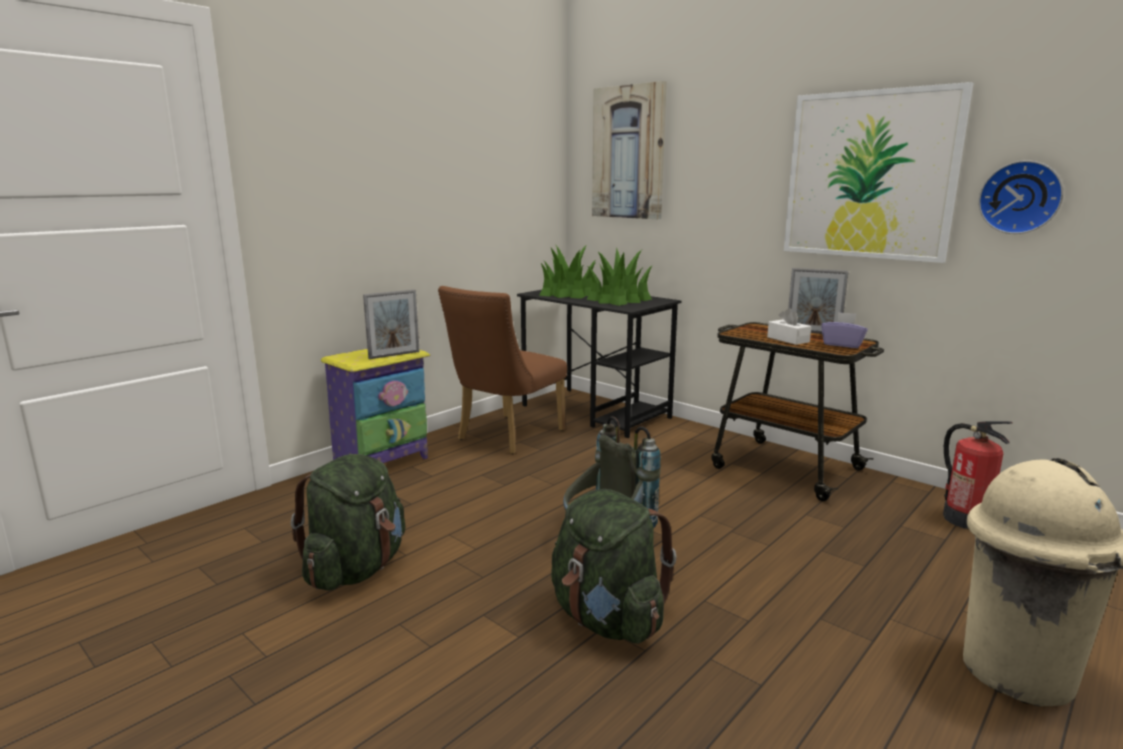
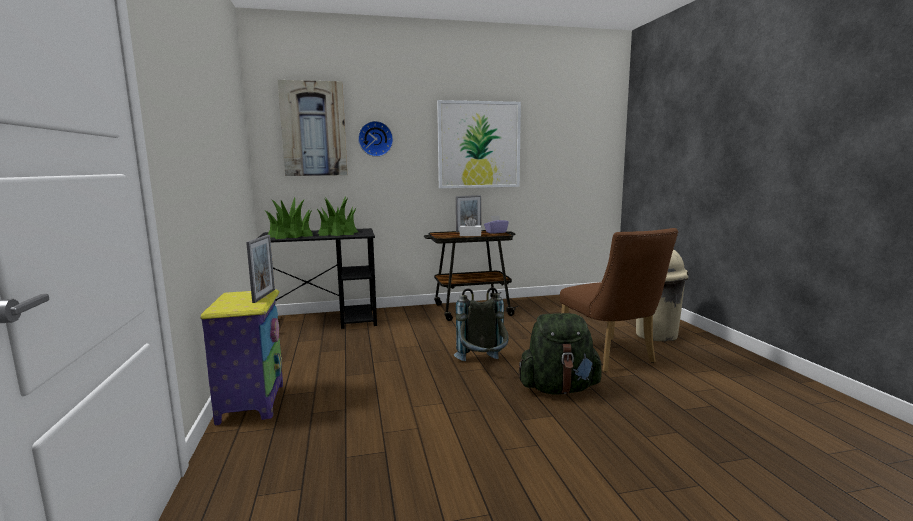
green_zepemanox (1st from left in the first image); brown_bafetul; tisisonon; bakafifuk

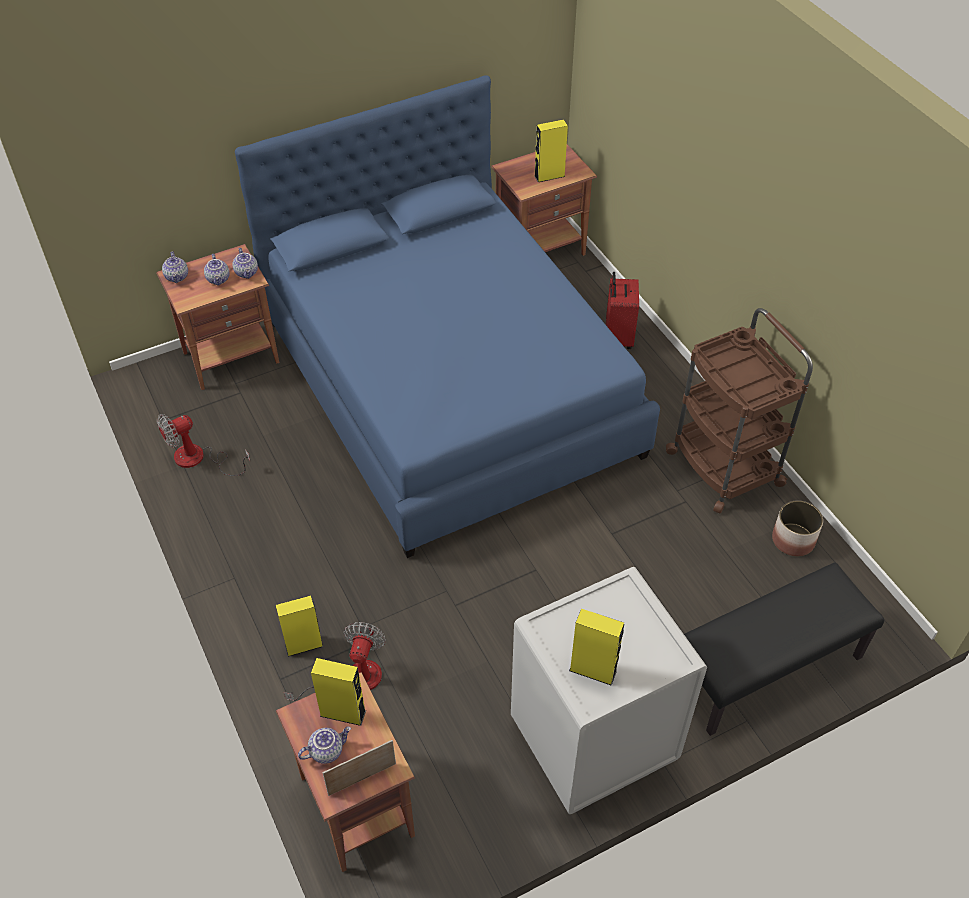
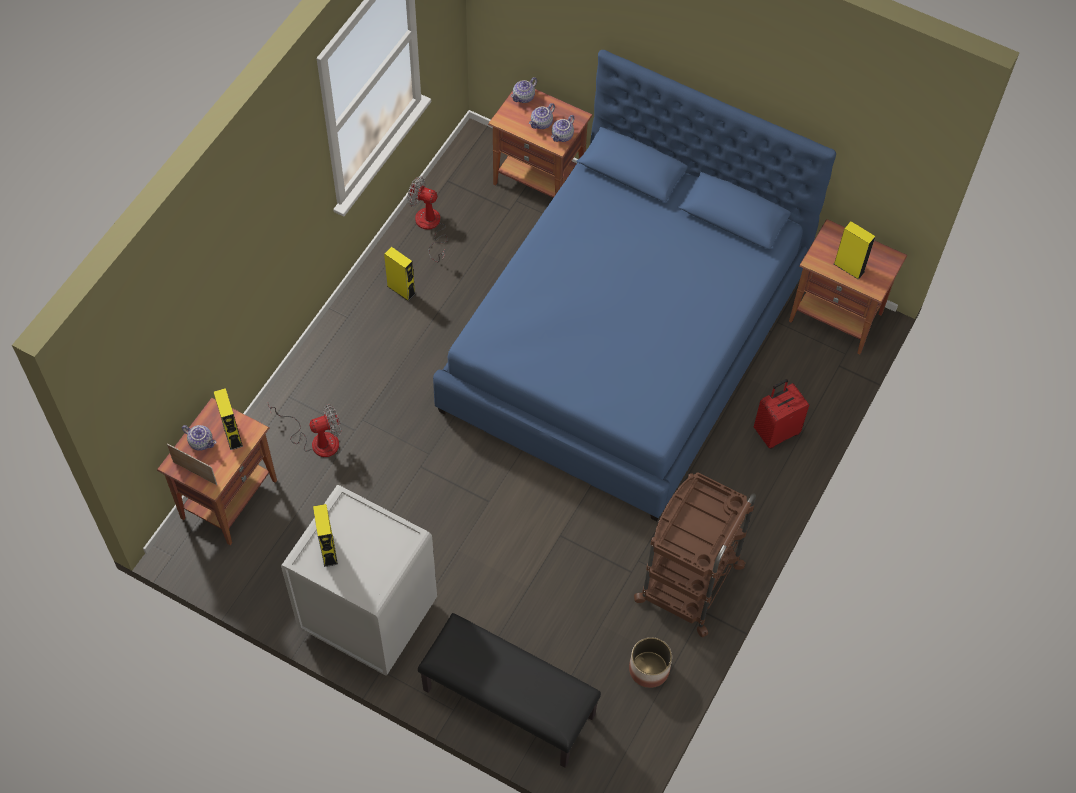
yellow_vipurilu (3rd from left)

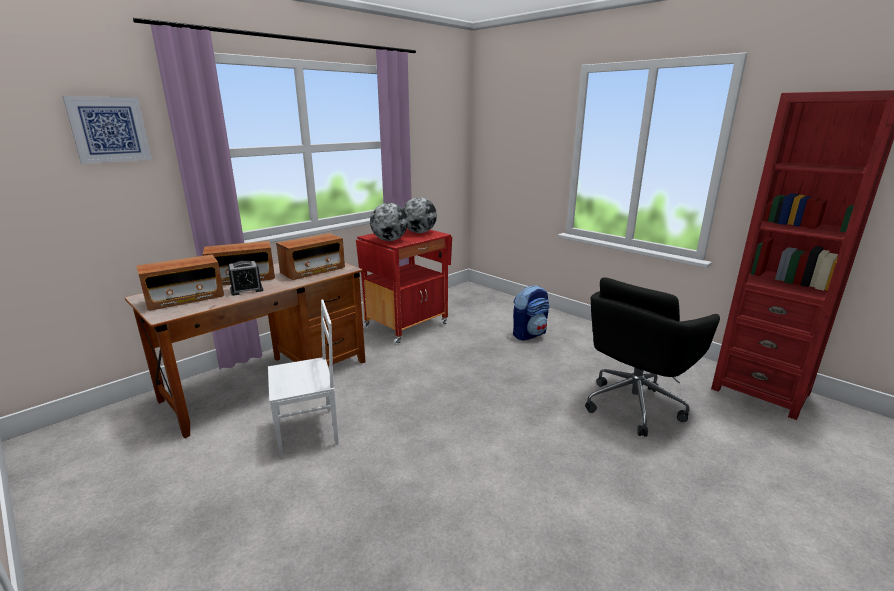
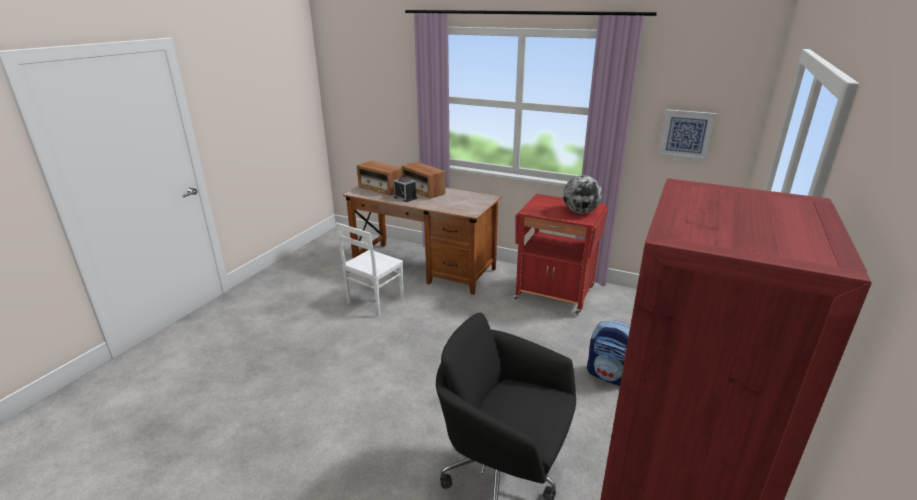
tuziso; white_bafetul; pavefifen (3rd from left in the first image); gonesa (1st from left in the first image)

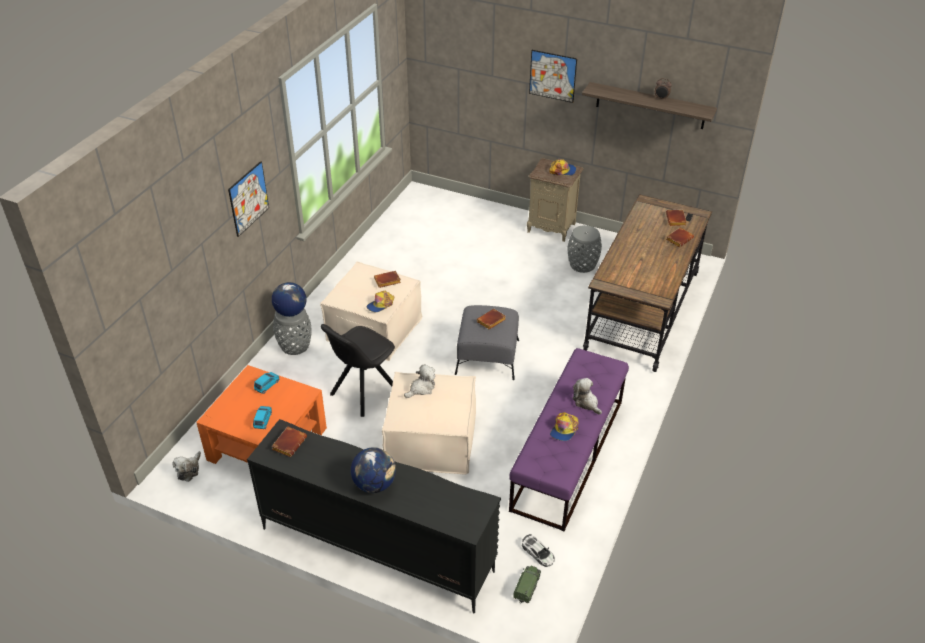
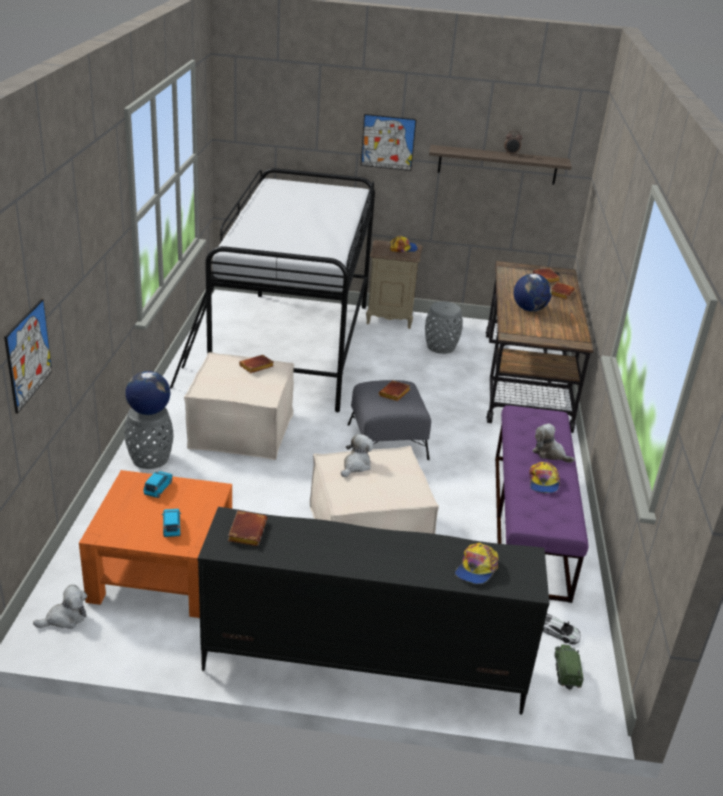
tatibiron (1st from left); tuziso (1st from left); black_bafetul; gonesa (2nd from left); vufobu (2nd from left); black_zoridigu

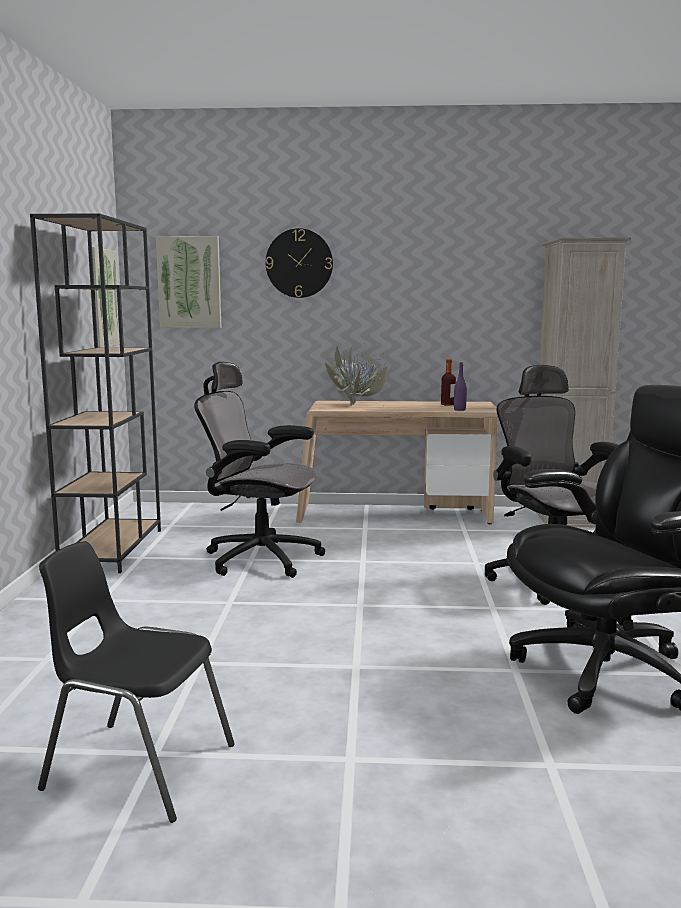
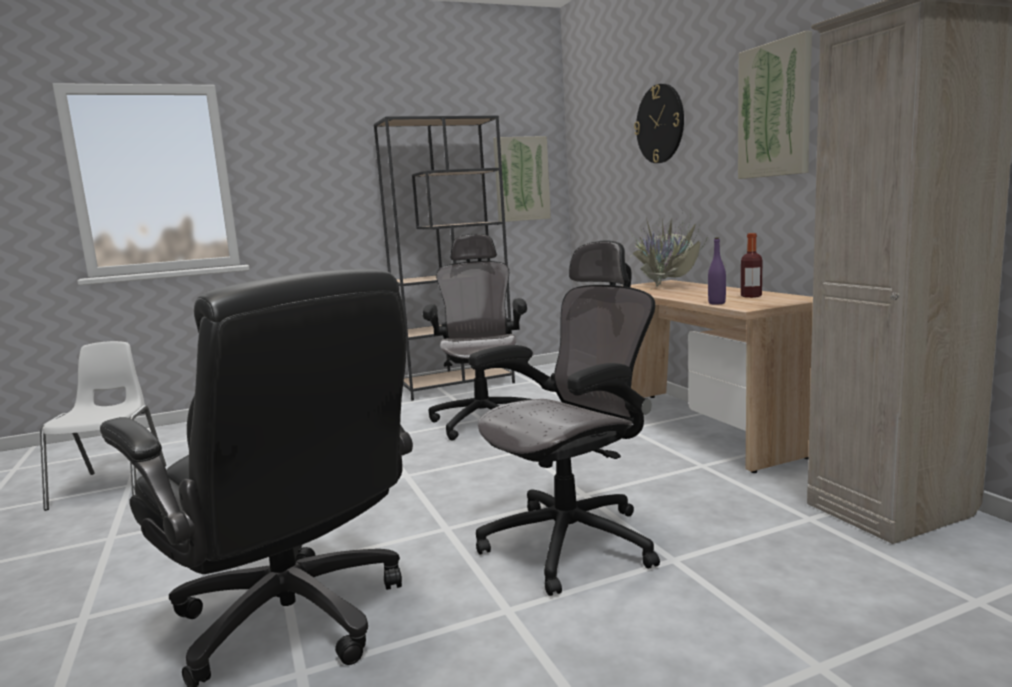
white_bafetul; tuziso (2nd from left)

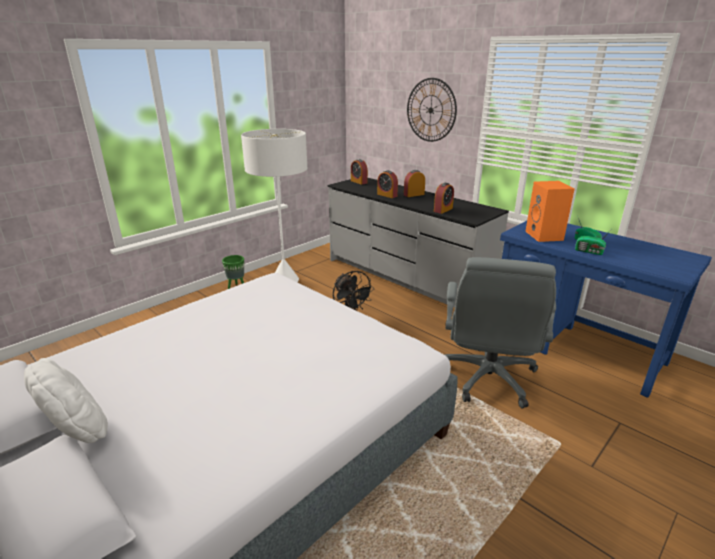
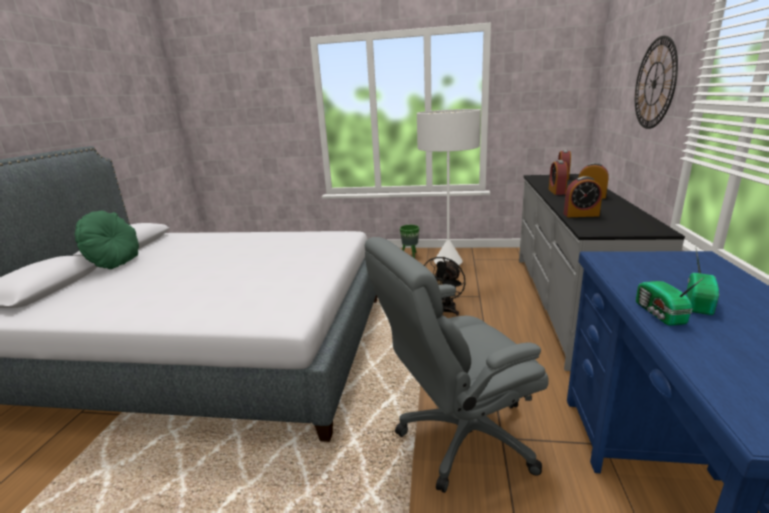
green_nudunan; orange_vipurilu

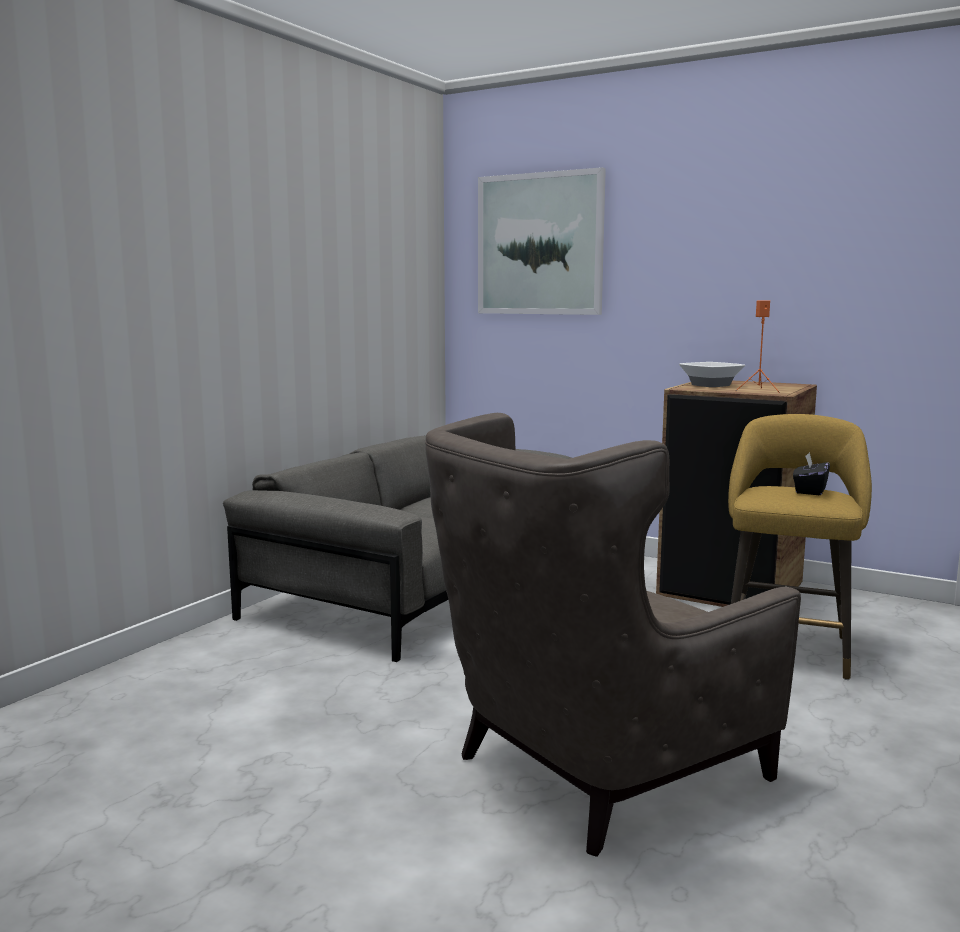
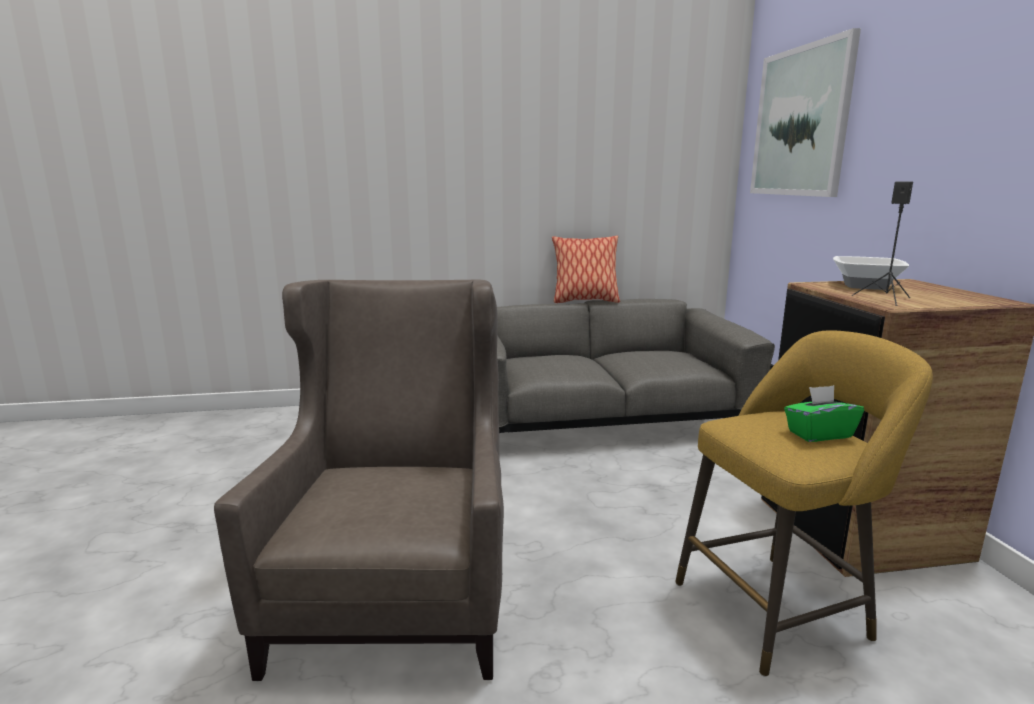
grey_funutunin; black_vipurilu; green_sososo; nudunan

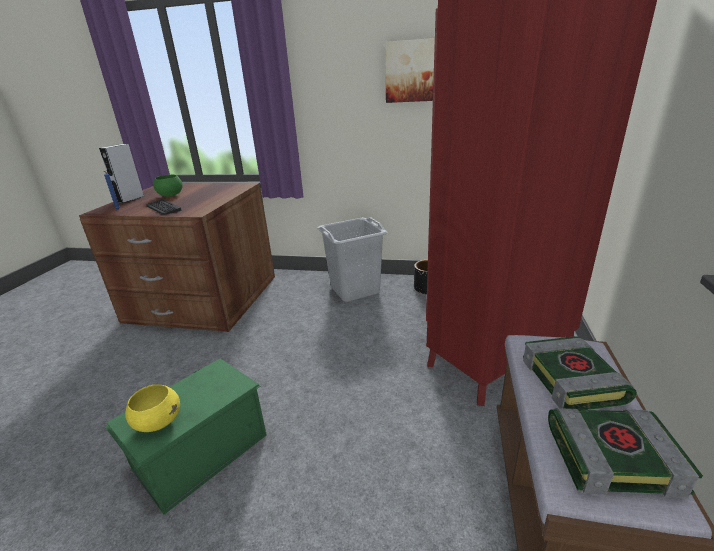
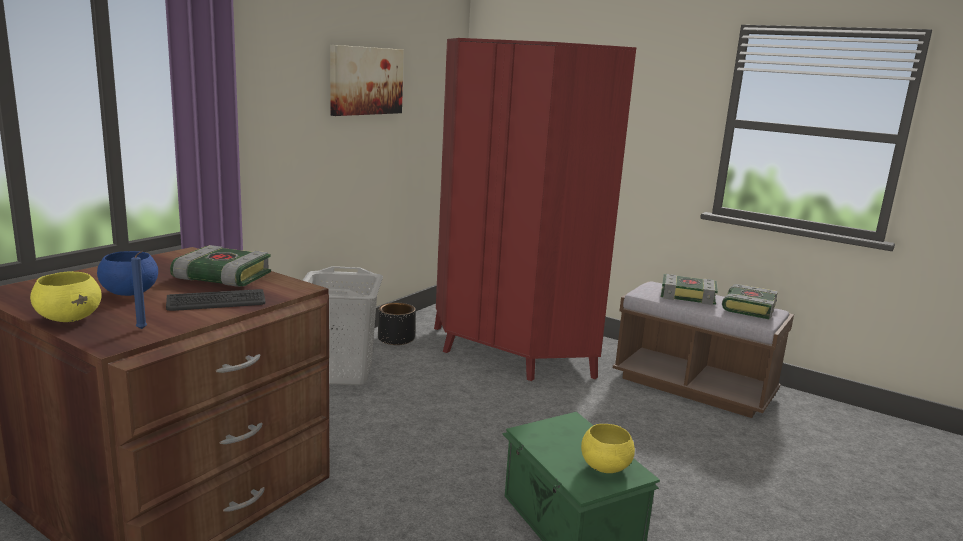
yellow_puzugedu (1st from left); blue_puzugedu; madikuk (1st from left)

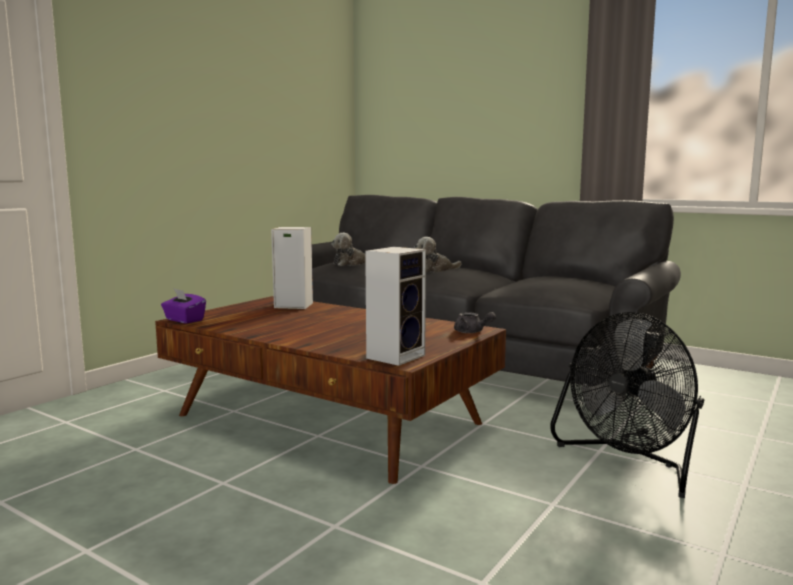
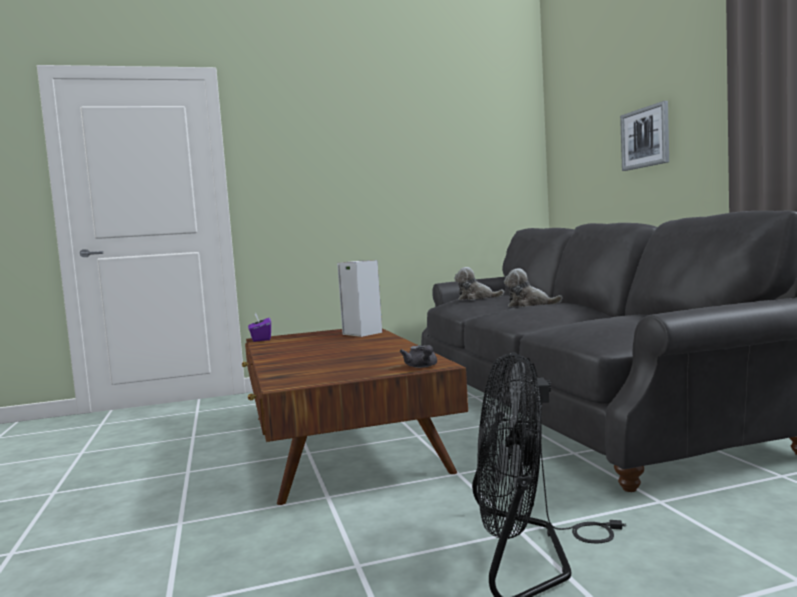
vipurilu (2nd from left in the first image); tuziso

